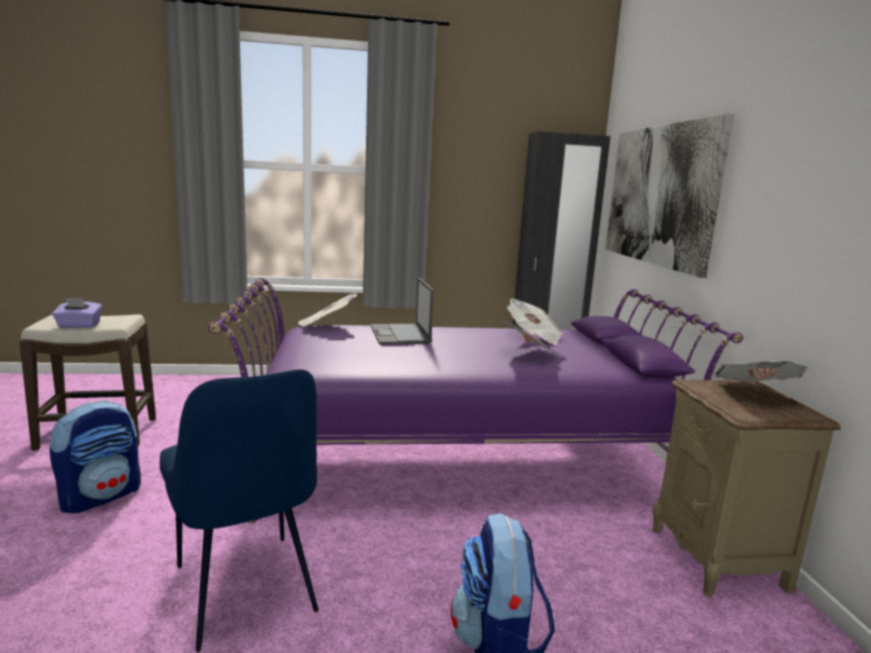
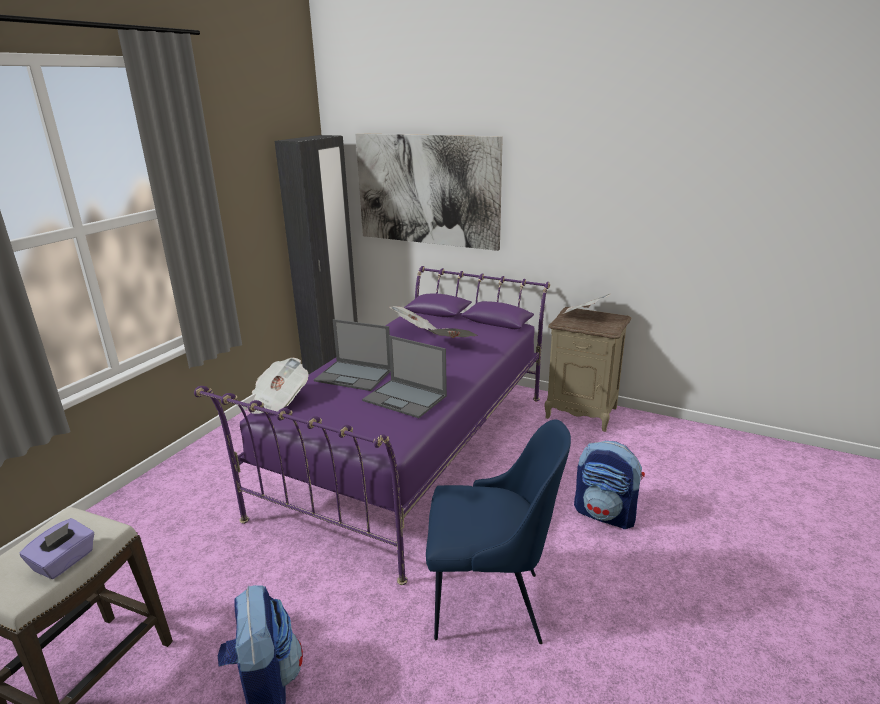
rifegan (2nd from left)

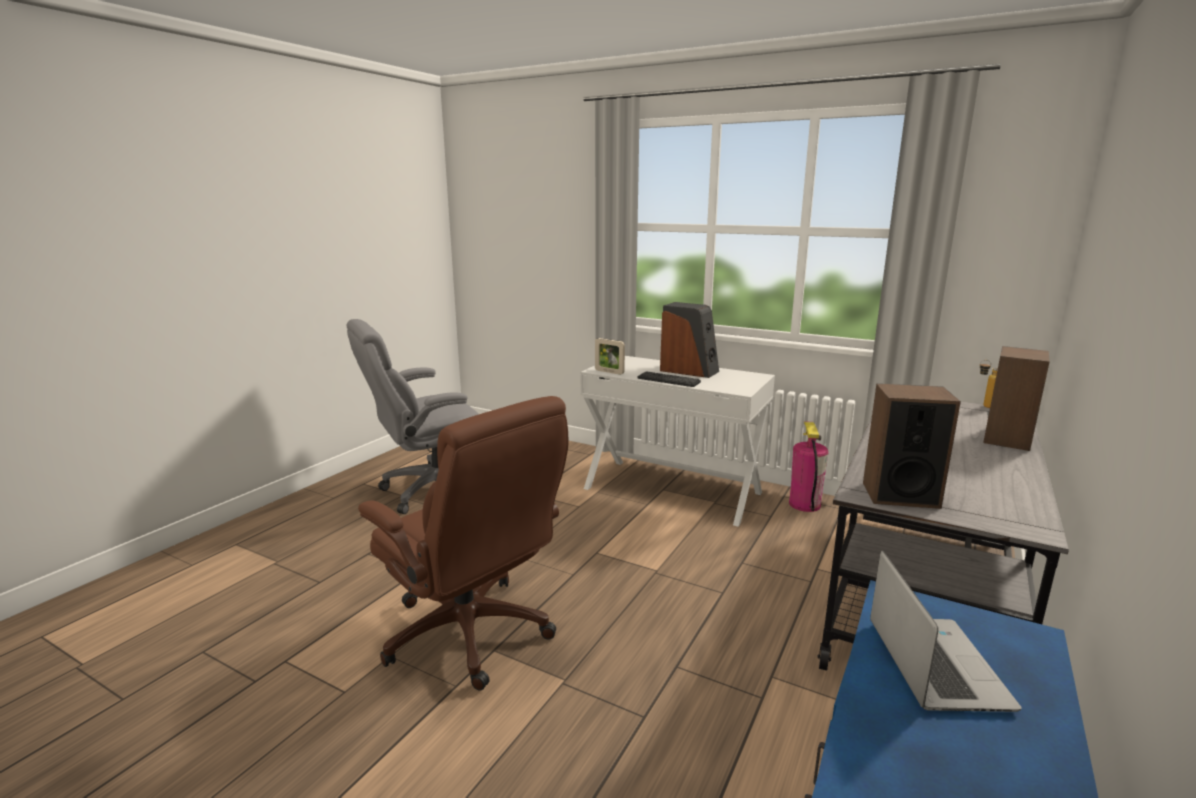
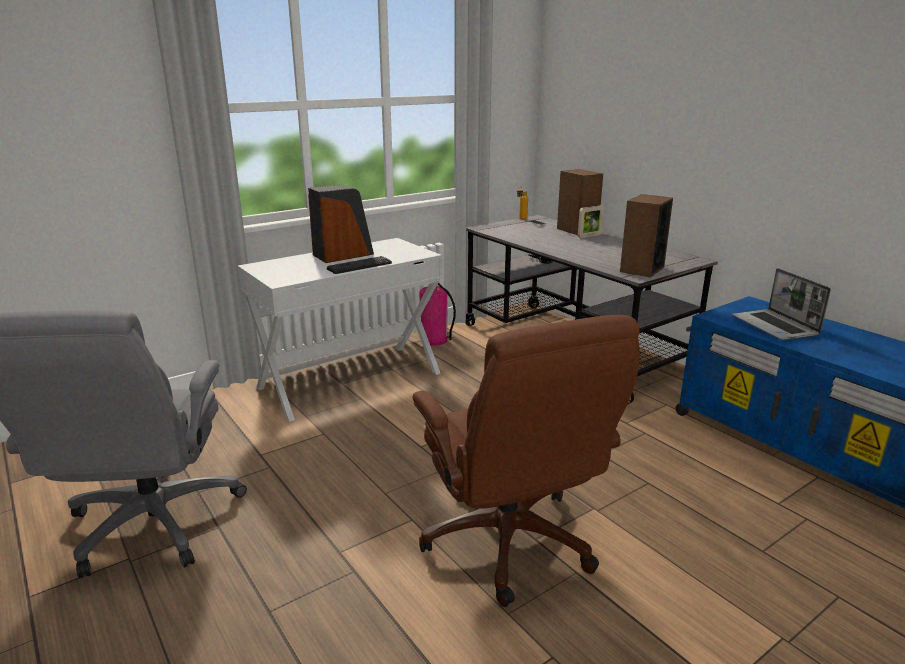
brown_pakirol; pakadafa; rifegan

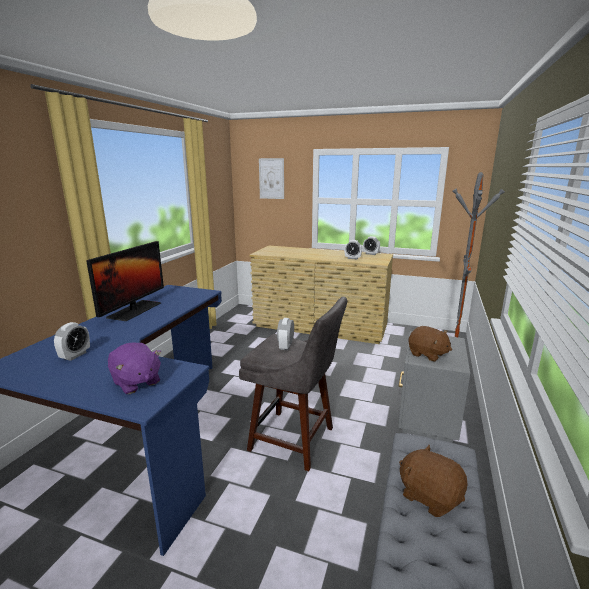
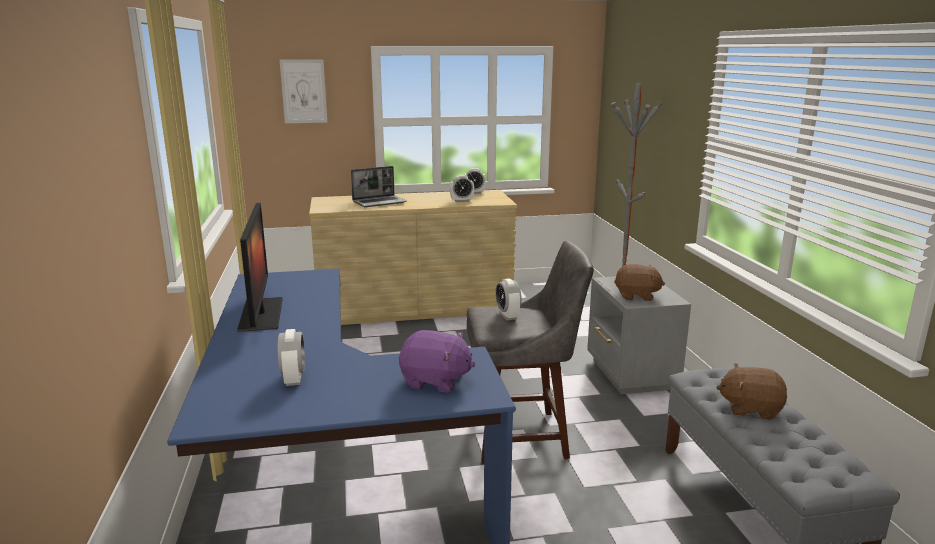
rifegan

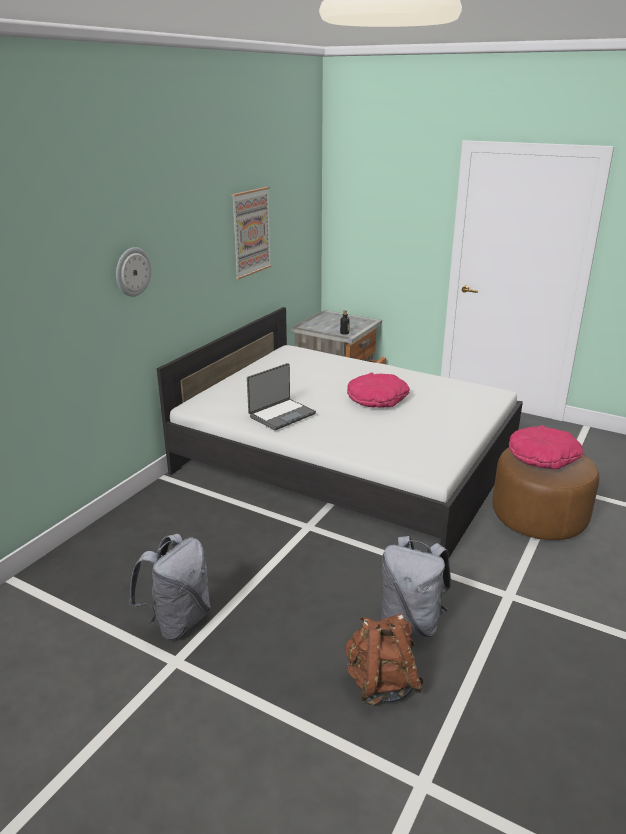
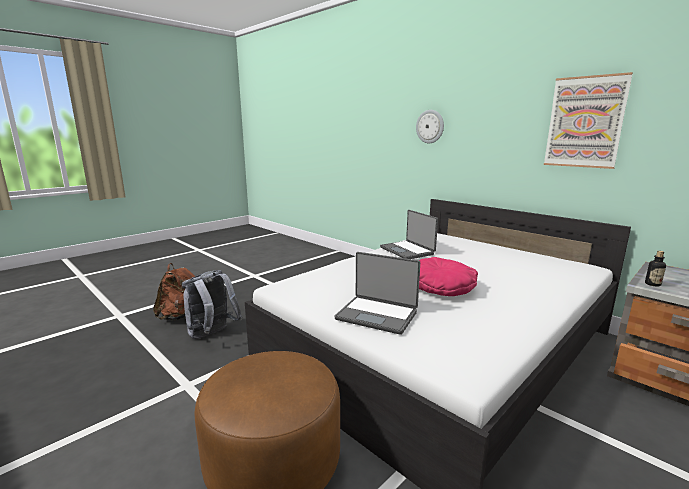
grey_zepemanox (1st from left in the first image); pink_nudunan (2nd from left in the first image); rifegan (1st from left)

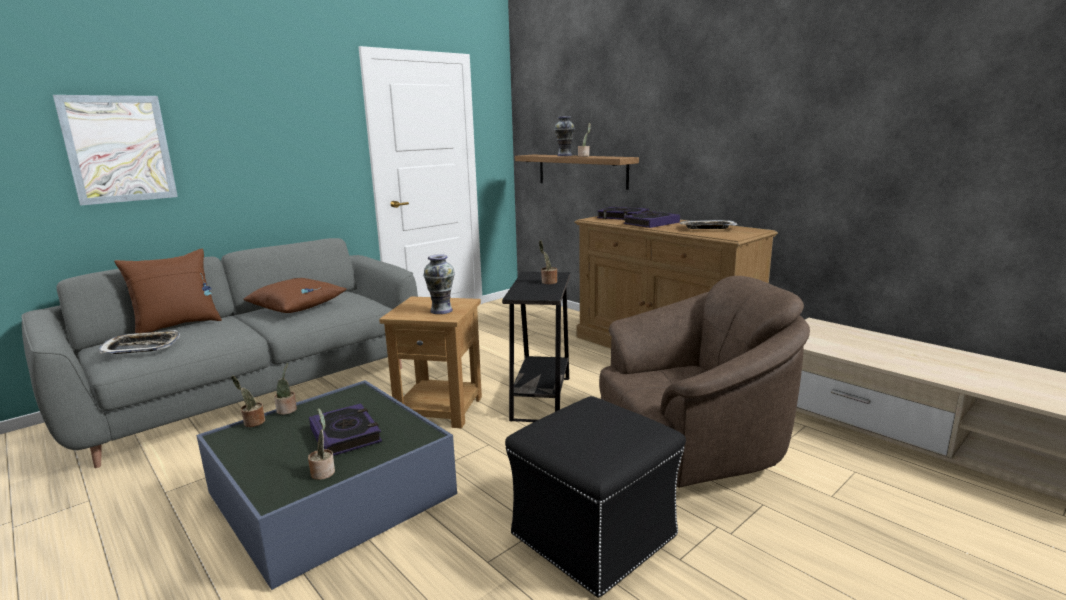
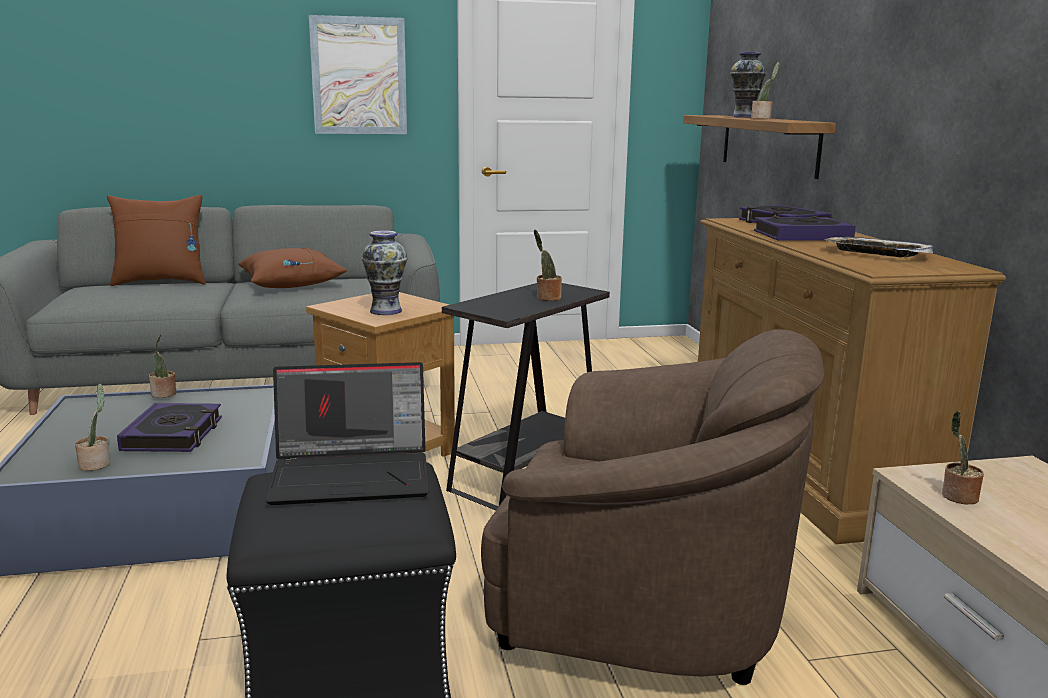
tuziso; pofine (1st from left in the first image); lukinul (5th from left); rifegan

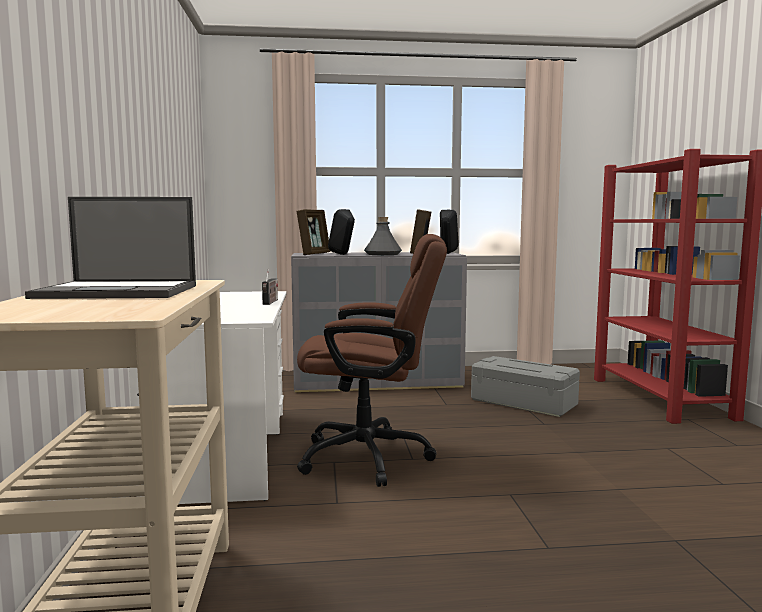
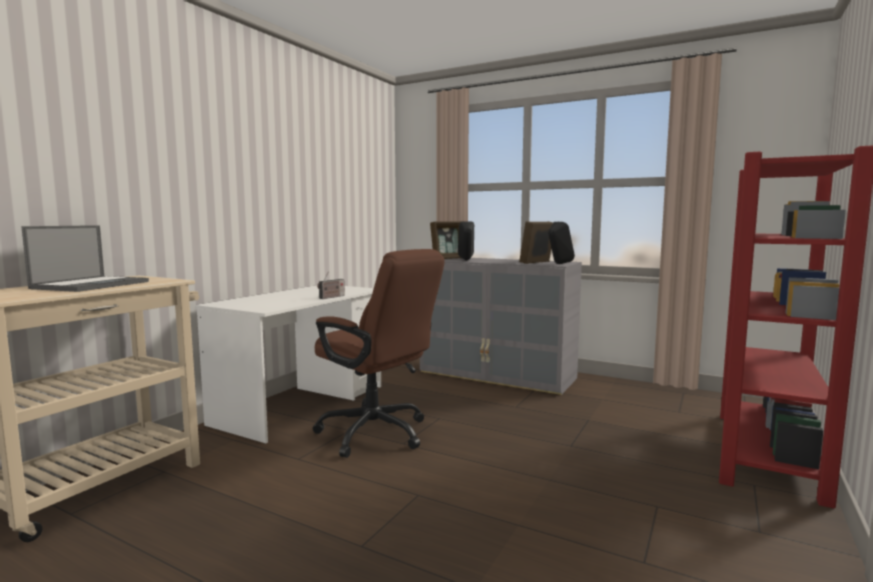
rifegan; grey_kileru; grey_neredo

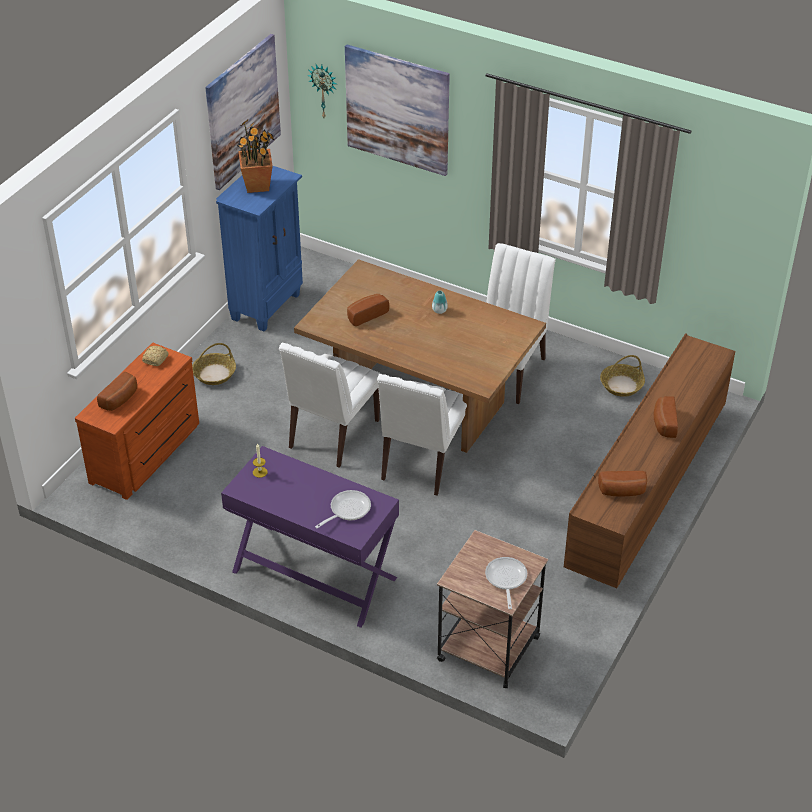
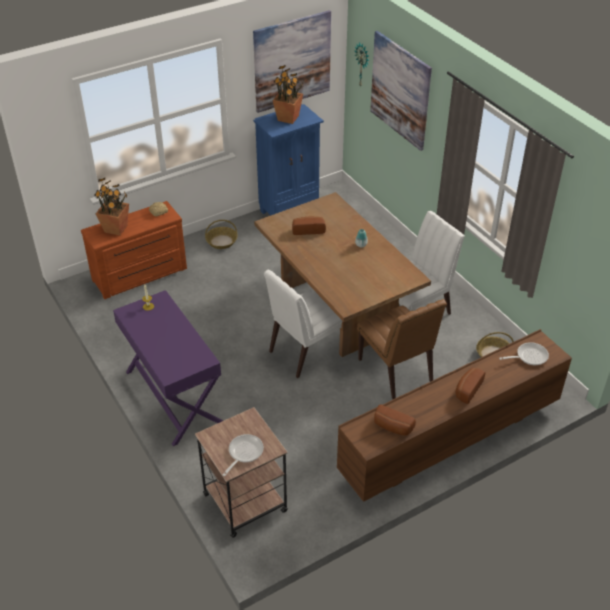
lukinul (1st from left); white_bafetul (1st from left in the first image); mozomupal (2nd from left); brown_bafetul

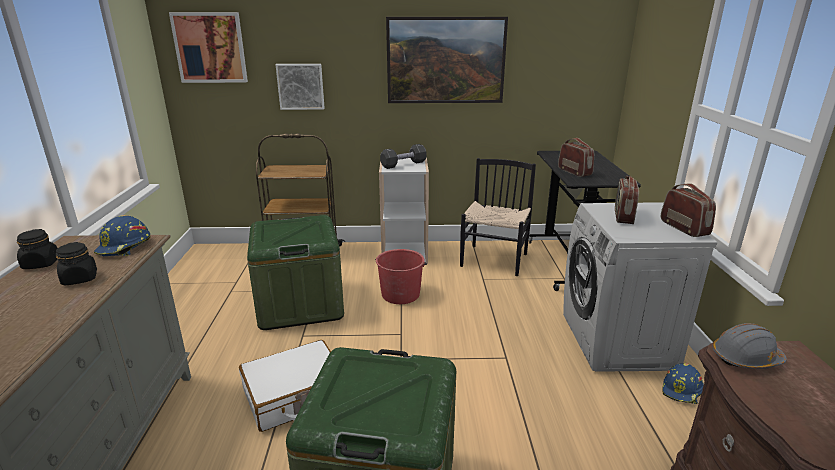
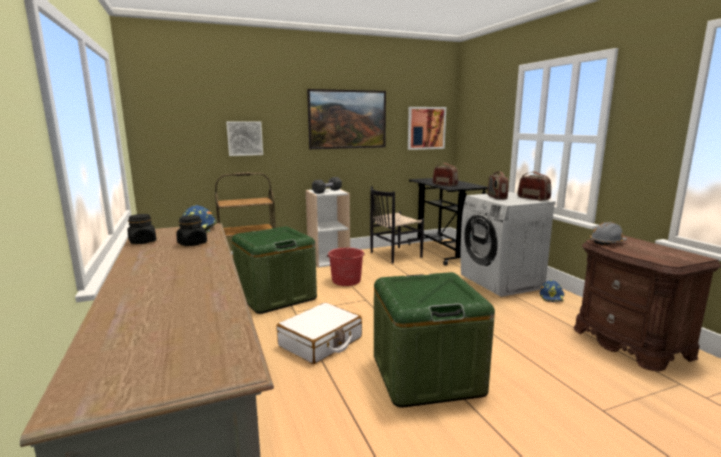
tuziso (3rd from left); black_bafetul

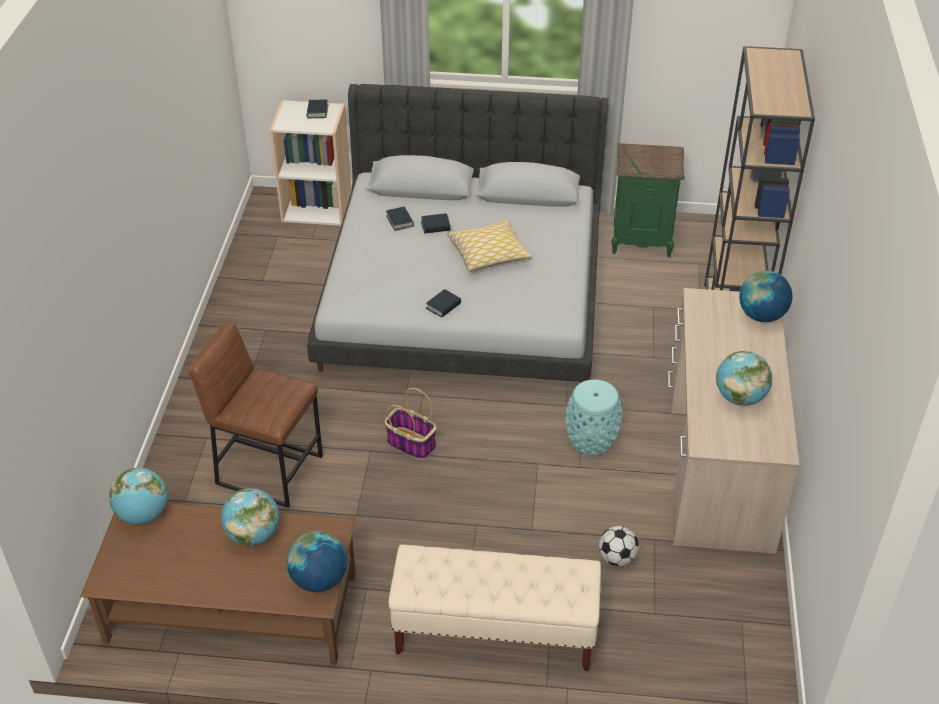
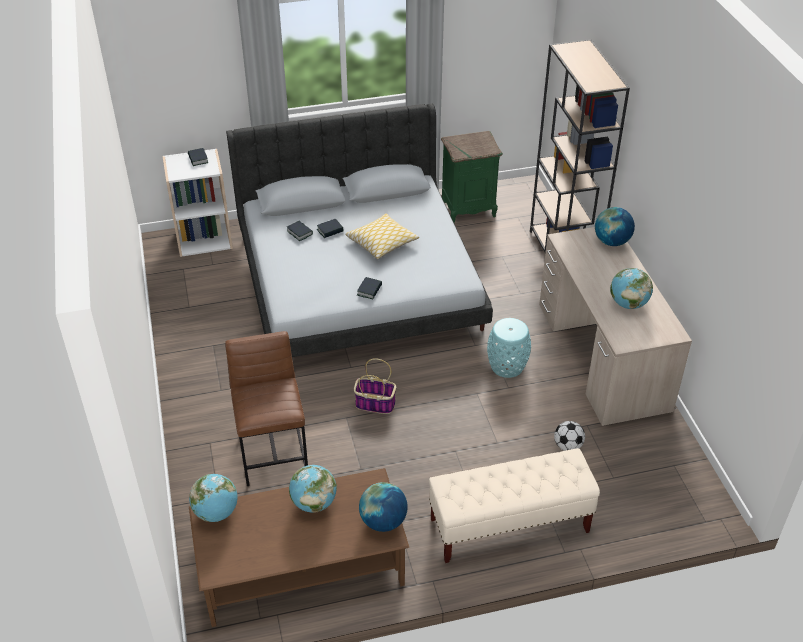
brown_bafetul

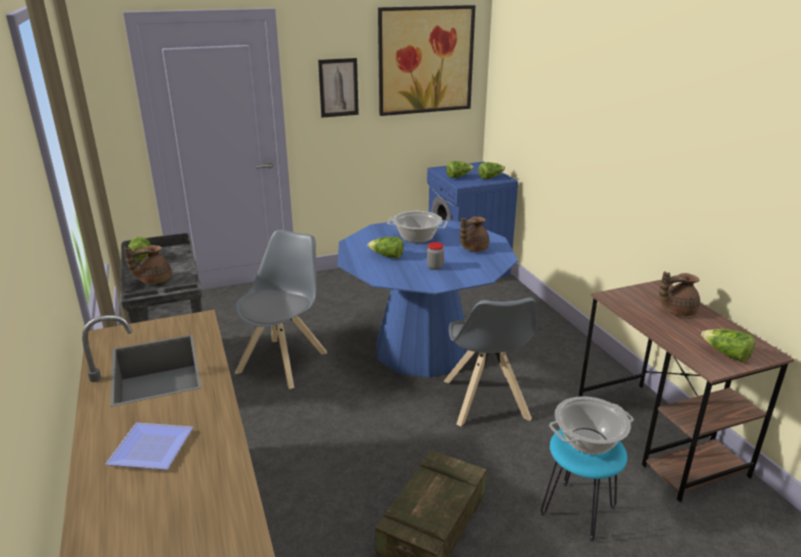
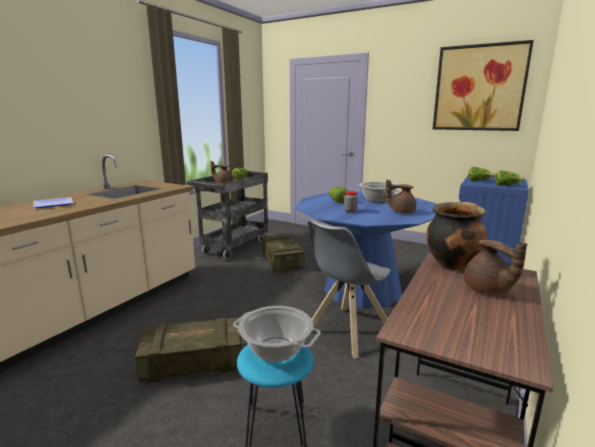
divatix (2nd from left); tuziso (1st from left in the first image); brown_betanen (3rd from left); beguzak (5th from left in the first image); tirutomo (3rd from left)

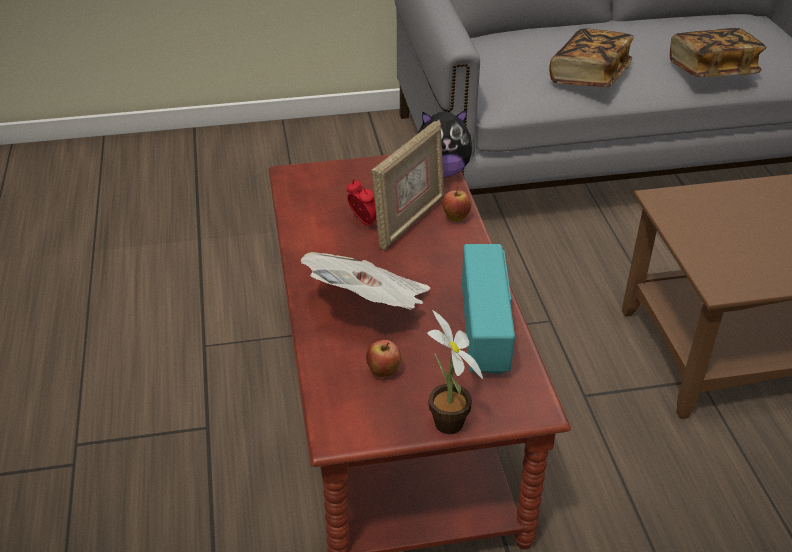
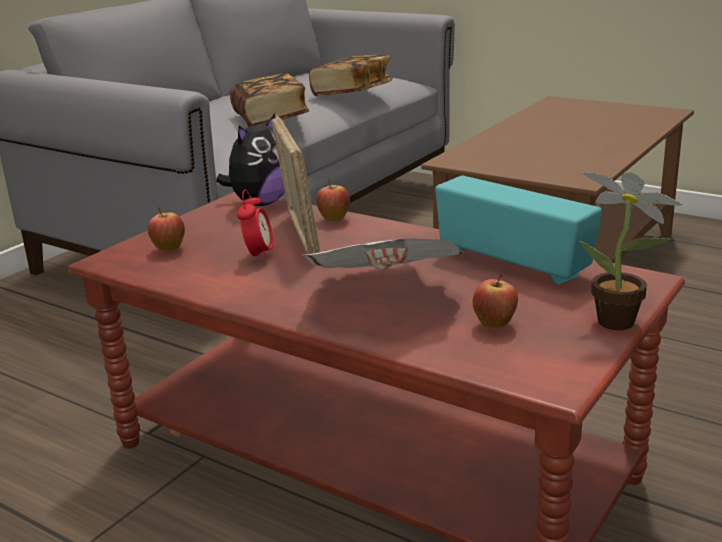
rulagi; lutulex (1st from left)

